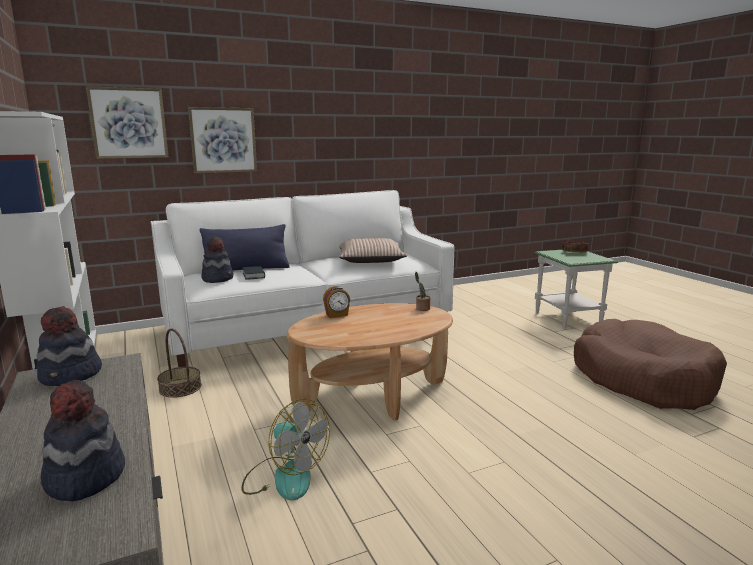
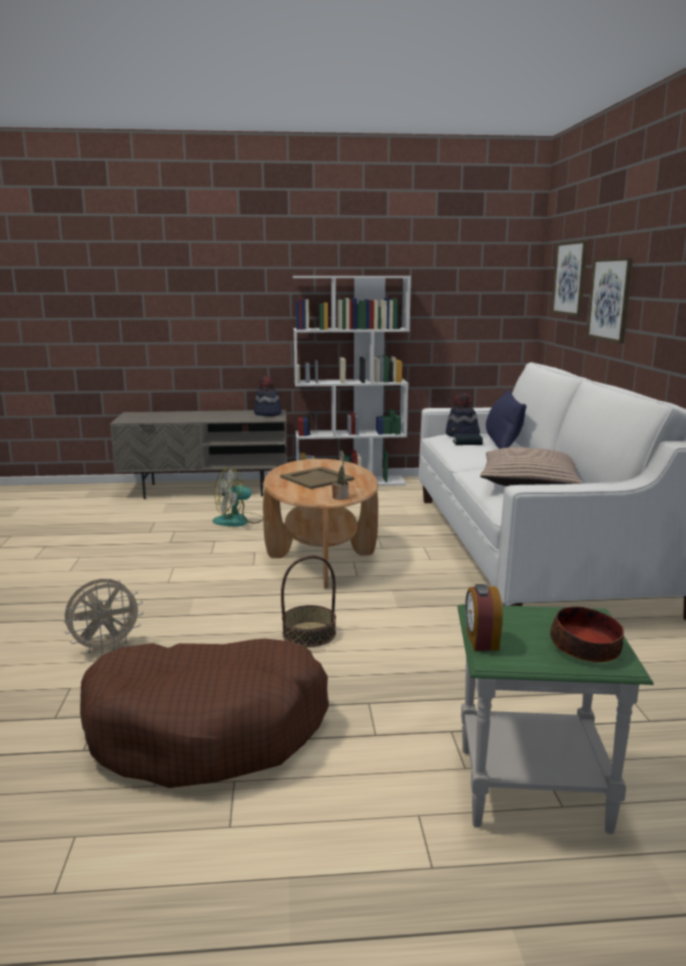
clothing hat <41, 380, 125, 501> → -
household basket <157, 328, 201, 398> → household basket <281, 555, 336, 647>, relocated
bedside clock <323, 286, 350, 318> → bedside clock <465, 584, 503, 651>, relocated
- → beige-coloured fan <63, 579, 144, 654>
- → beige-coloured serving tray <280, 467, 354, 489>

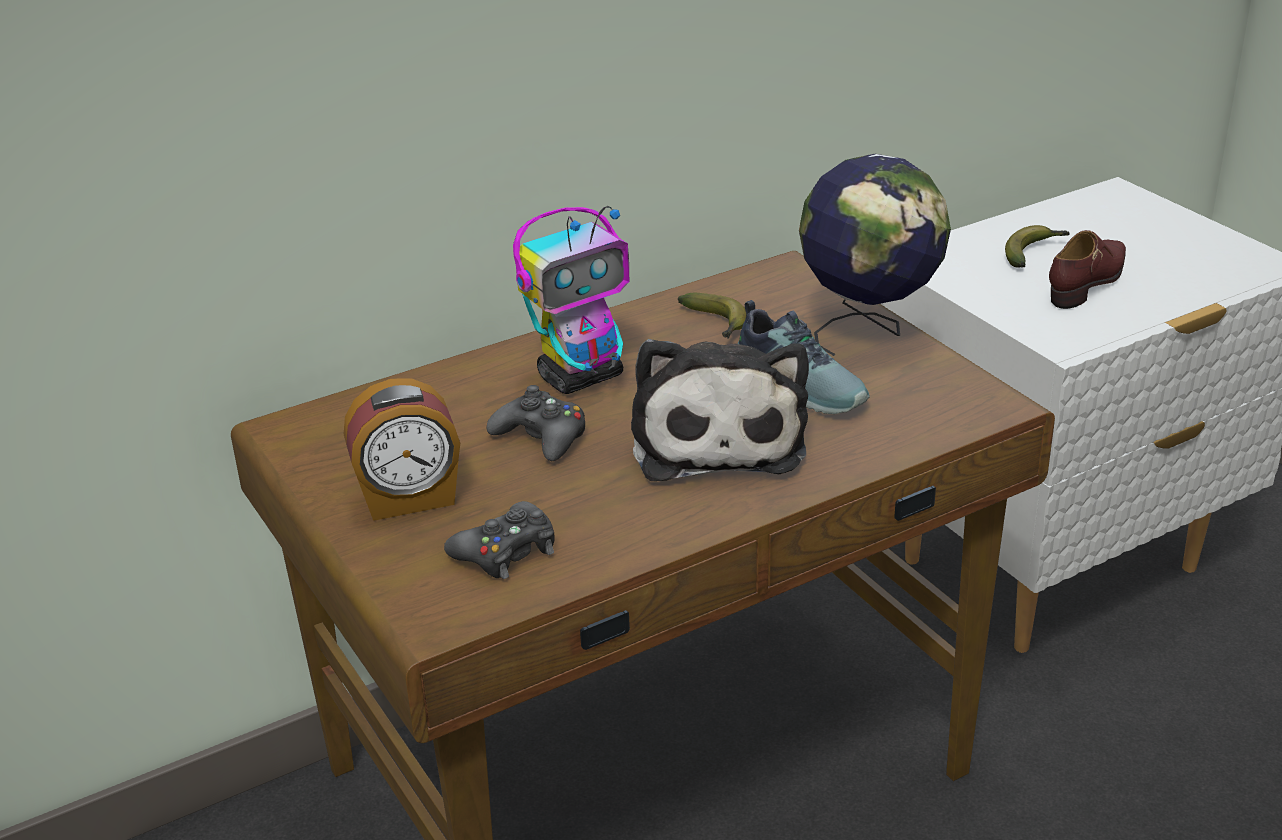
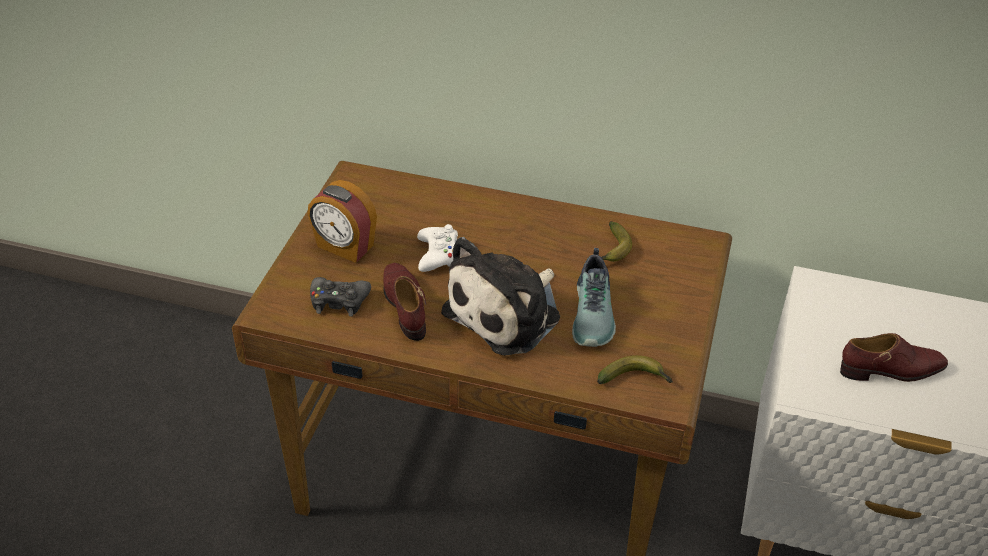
black gamepad <487, 385, 585, 461> → whitish gamepad <417, 224, 458, 272>
toy robot <513, 206, 629, 394> → -
world globe <799, 154, 951, 356> → -
whole banana <1005, 225, 1069, 268> → whole banana <597, 355, 673, 384>, relocated
- → brown-coloured shoe <383, 263, 427, 341>

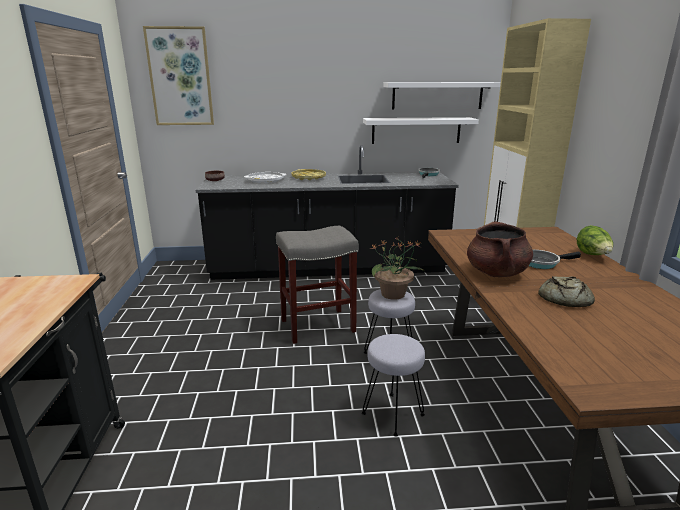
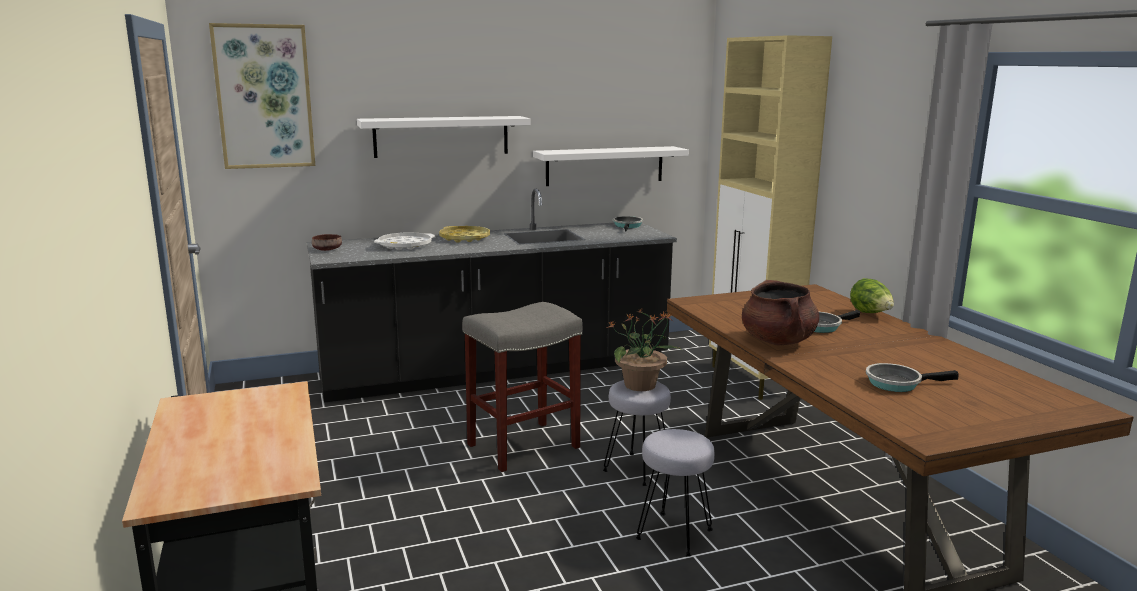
whitish shelf <383, 82, 501, 109> → whitish shelf <357, 116, 531, 158>, relocated
bakery bread <538, 276, 595, 307> → -
- → pan <866, 363, 959, 392>

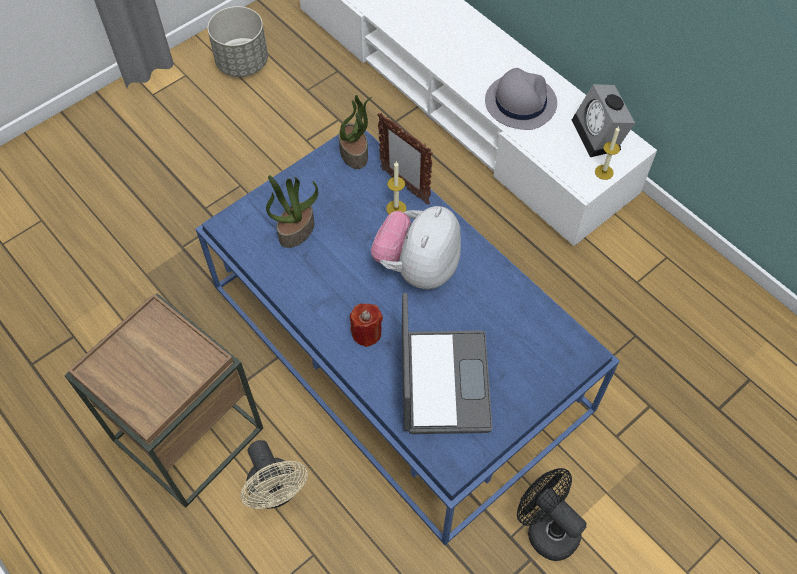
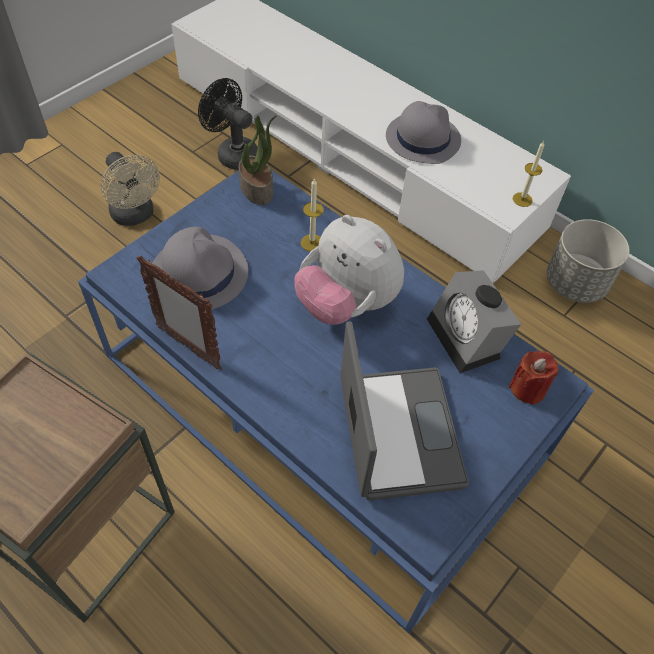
gray plant pot <208, 6, 268, 77> → gray plant pot <546, 219, 629, 303>, relocated
beige-coloured fan <241, 440, 308, 509> → beige-coloured fan <101, 152, 160, 226>, relocated
houseplant <266, 175, 318, 248> → gray clothing hat <152, 227, 248, 310>
red-coloured candle <350, 304, 383, 347> → red-coloured candle <509, 351, 559, 405>, relocated
soft toy <371, 206, 461, 289> → soft toy <294, 215, 404, 325>, 60 degrees counterclockwise
picture frame <377, 113, 433, 204> → picture frame <137, 256, 222, 370>, relocated
black fan <517, 468, 587, 561> → black fan <198, 78, 257, 170>, relocated
bedside clock <572, 84, 635, 157> → bedside clock <427, 270, 521, 373>, relocated

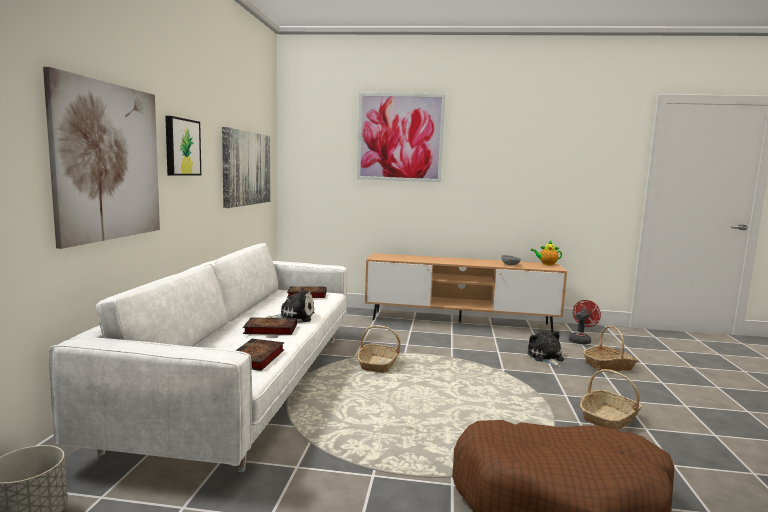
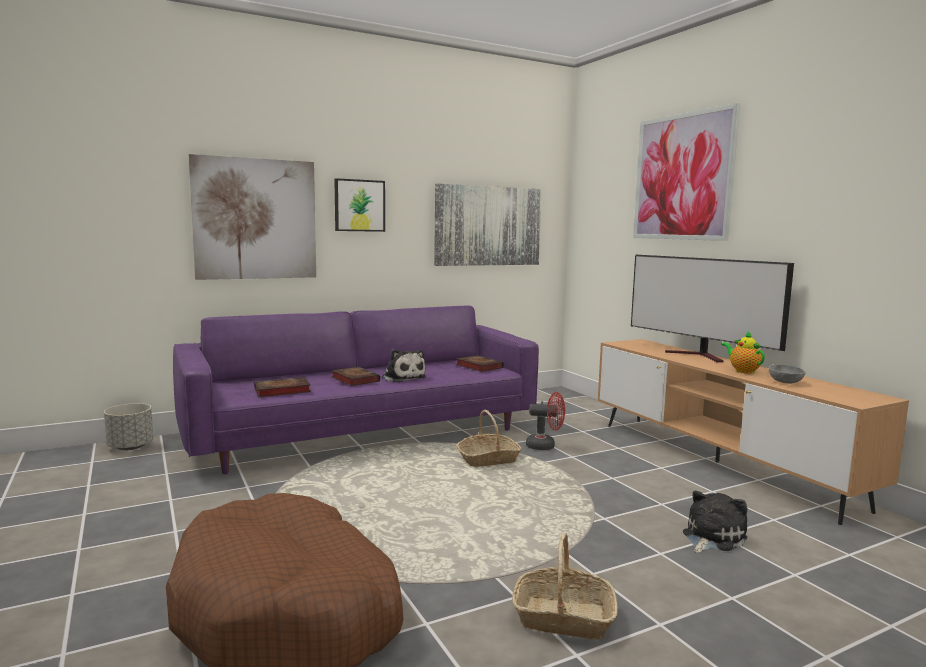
whitish settee <49, 243, 347, 473> → purple settee <173, 305, 539, 474>
pot for tea <531, 240, 562, 266> → pot for tea <721, 331, 765, 374>, relocated
red-coloured fan <569, 300, 601, 345> → red-coloured fan <526, 392, 565, 450>, relocated
household basket <583, 326, 639, 371> → -
- → television <631, 255, 794, 362>

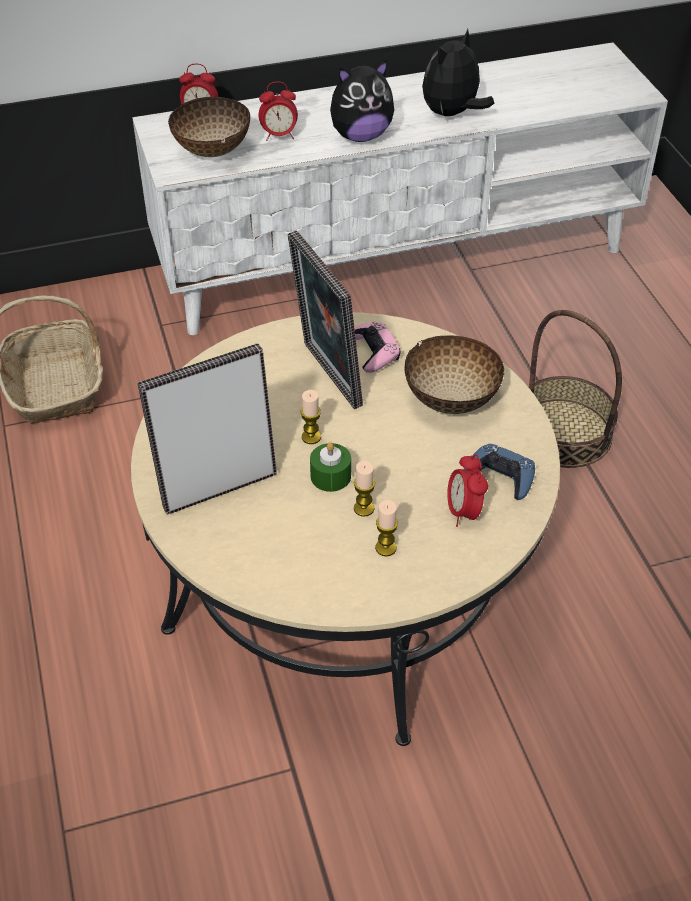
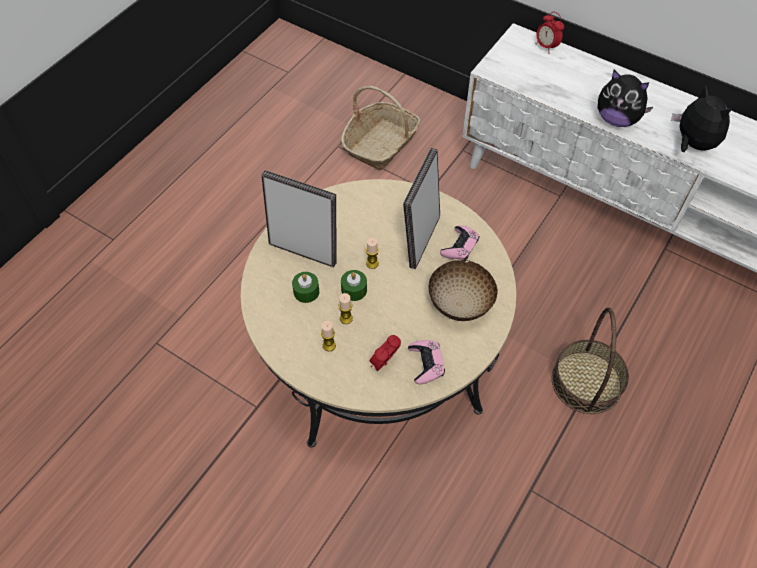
serving bowl <168, 97, 250, 157> → -
bedside clock <259, 82, 298, 141> → -
soft toy <422, 29, 494, 116> → soft toy <671, 86, 732, 152>, 60 degrees clockwise
blue gamepad <464, 444, 535, 500> → pink gamepad <408, 340, 445, 384>
- → green candle <292, 272, 319, 303>

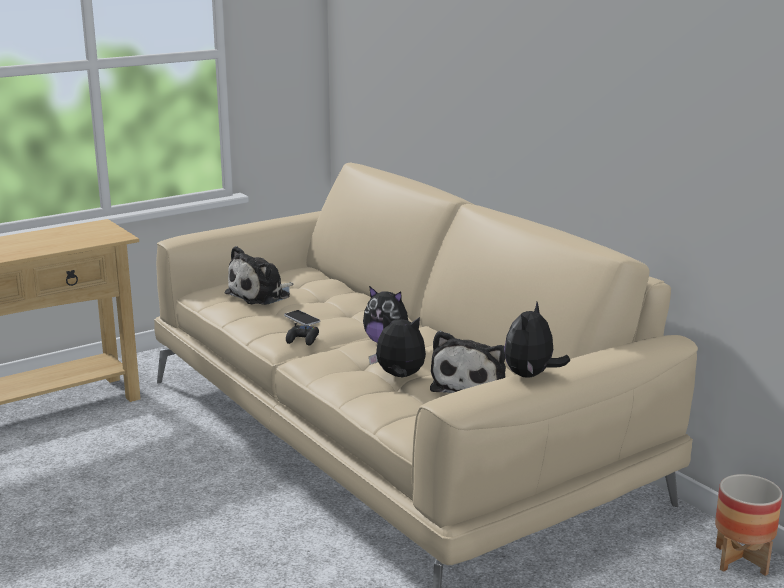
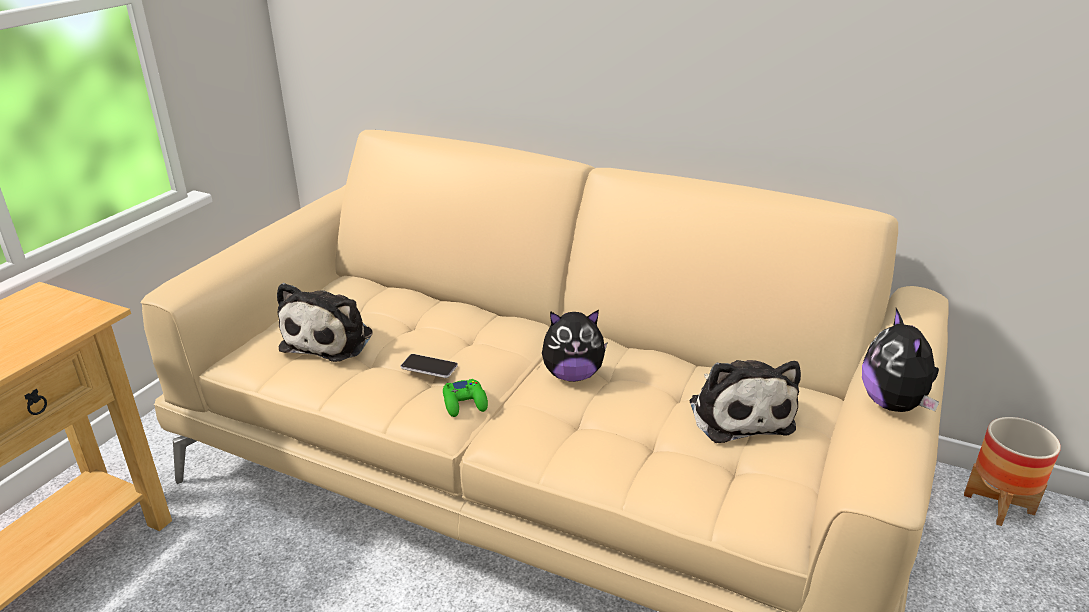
black gamepad <286, 323, 319, 346> → green gamepad <443, 379, 488, 417>
soft toy <369, 314, 426, 378> → -

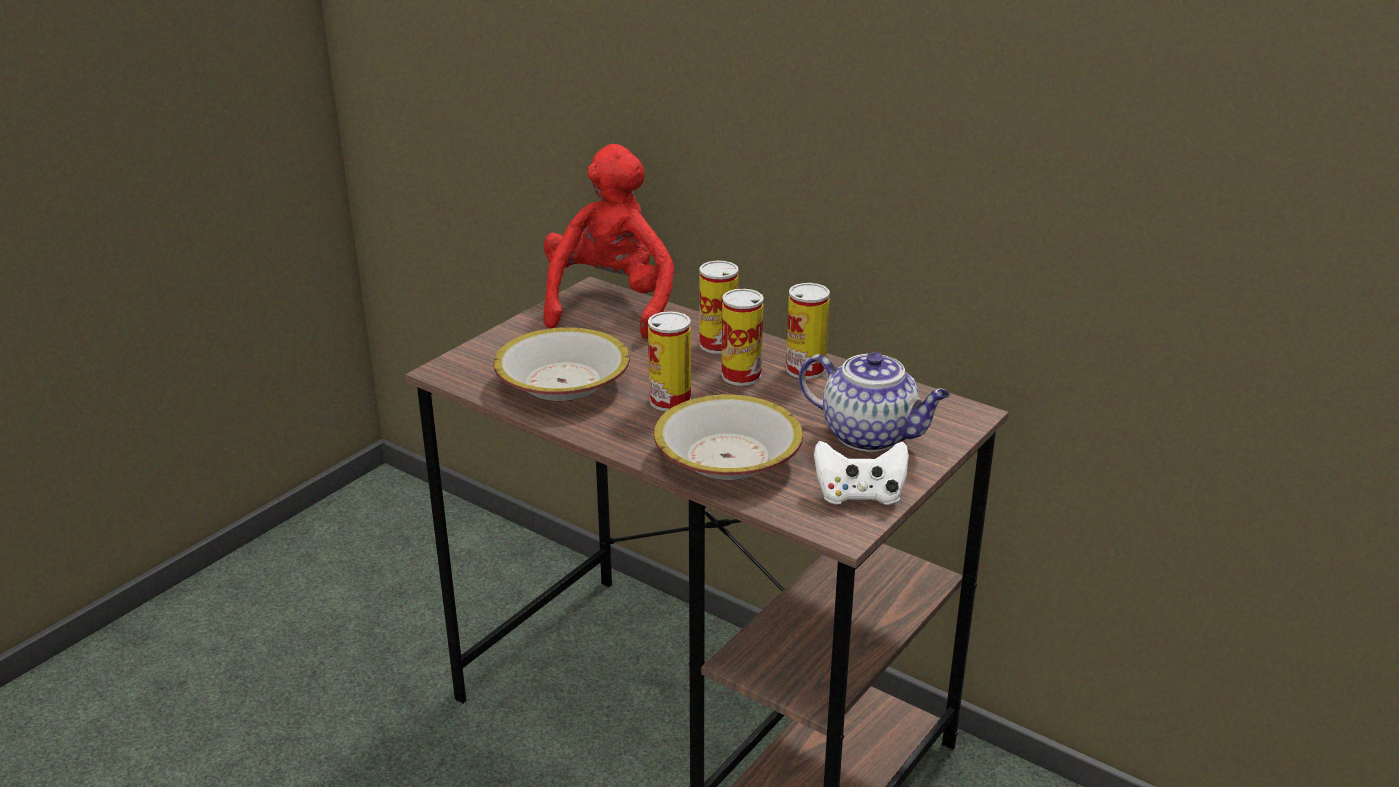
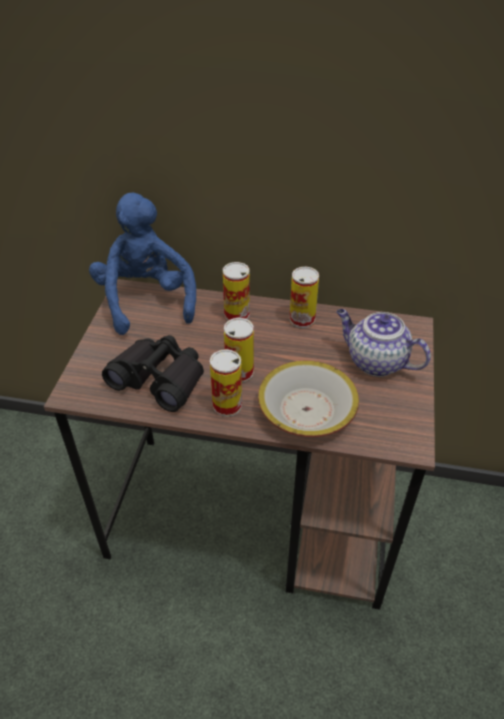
serving bowl <493, 327, 630, 401> → black pair of binoculars <102, 335, 204, 412>
red-coloured soft toy <543, 144, 674, 339> → blue soft toy <89, 193, 196, 335>
can <722, 289, 764, 386> → can <210, 349, 242, 417>, relocated
pot for tea <799, 352, 950, 452> → pot for tea <336, 309, 431, 377>, 150 degrees counterclockwise
whitish gamepad <814, 441, 909, 505> → -

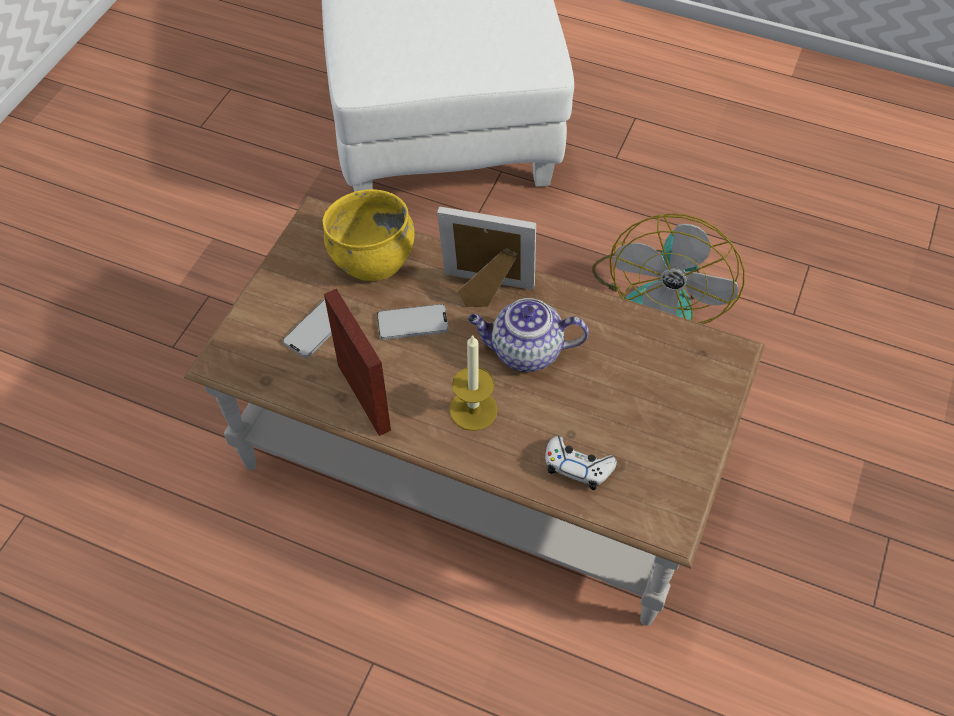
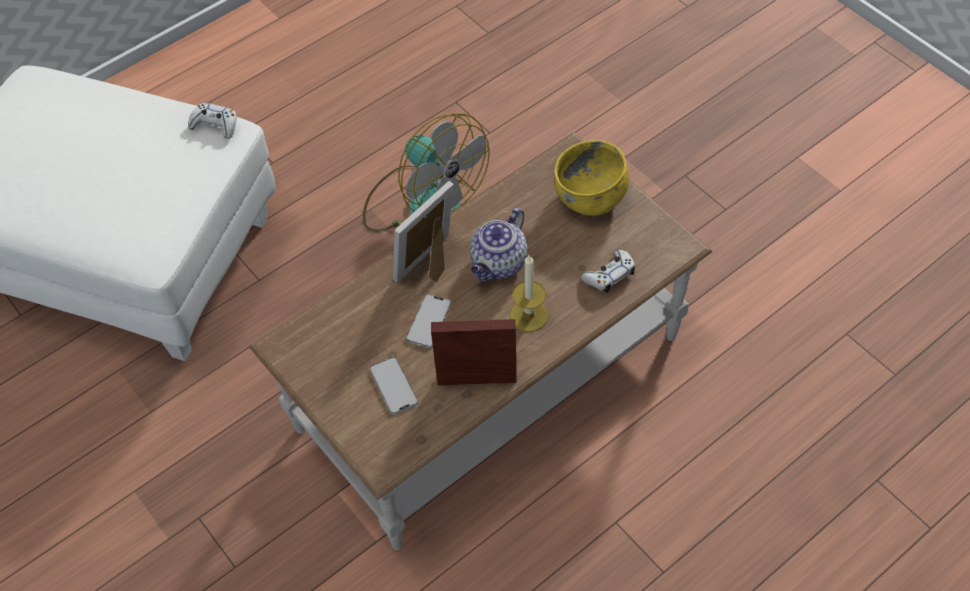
yellow-coloured serving bowl <322, 189, 415, 281> → yellow-coloured serving bowl <555, 140, 629, 216>, relocated
- → whitish gamepad <188, 103, 237, 139>

